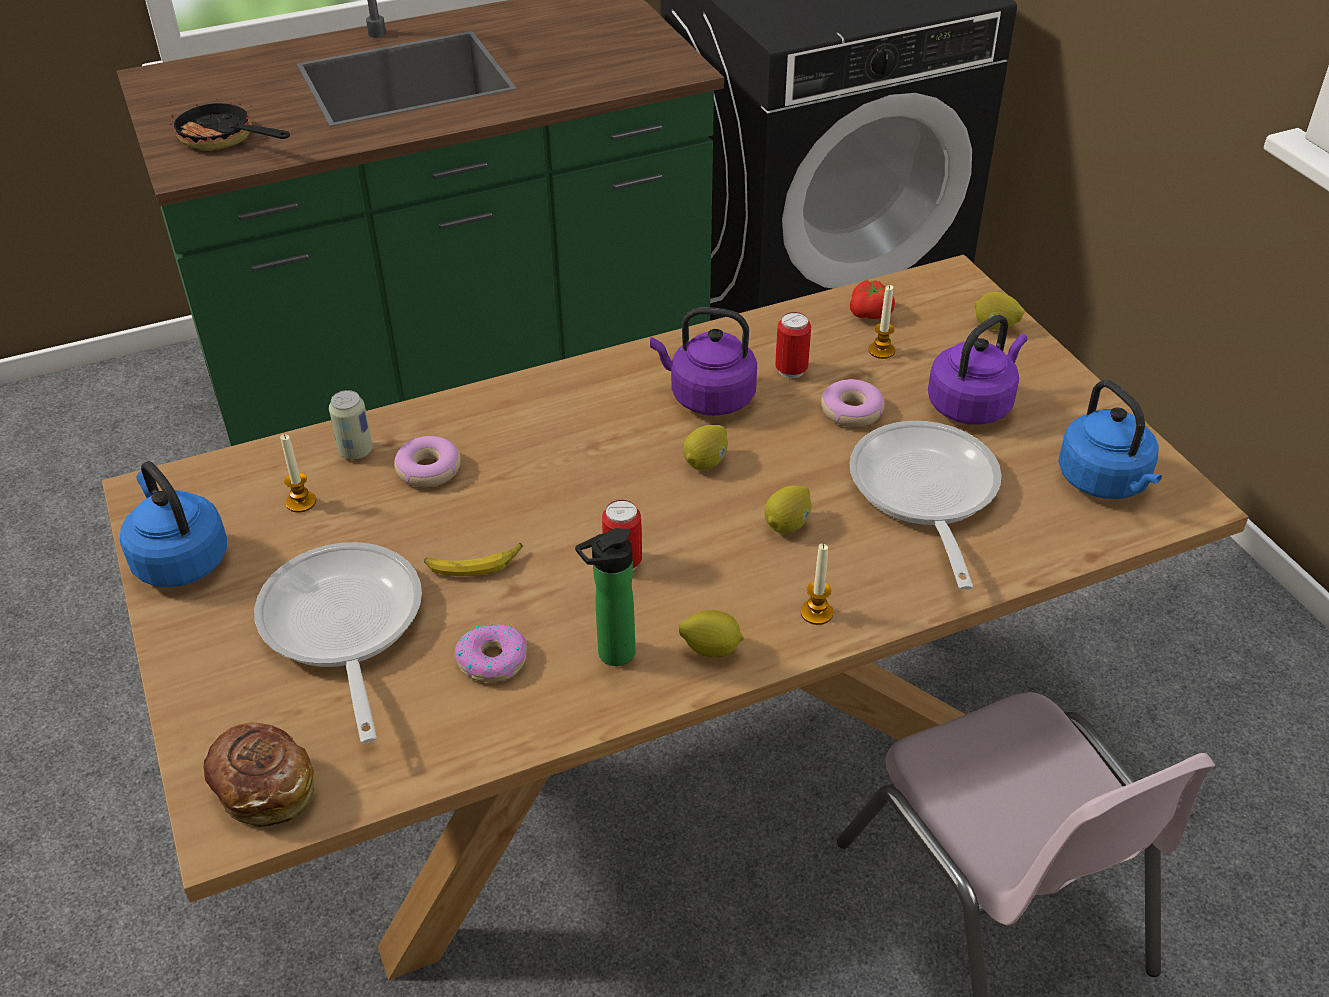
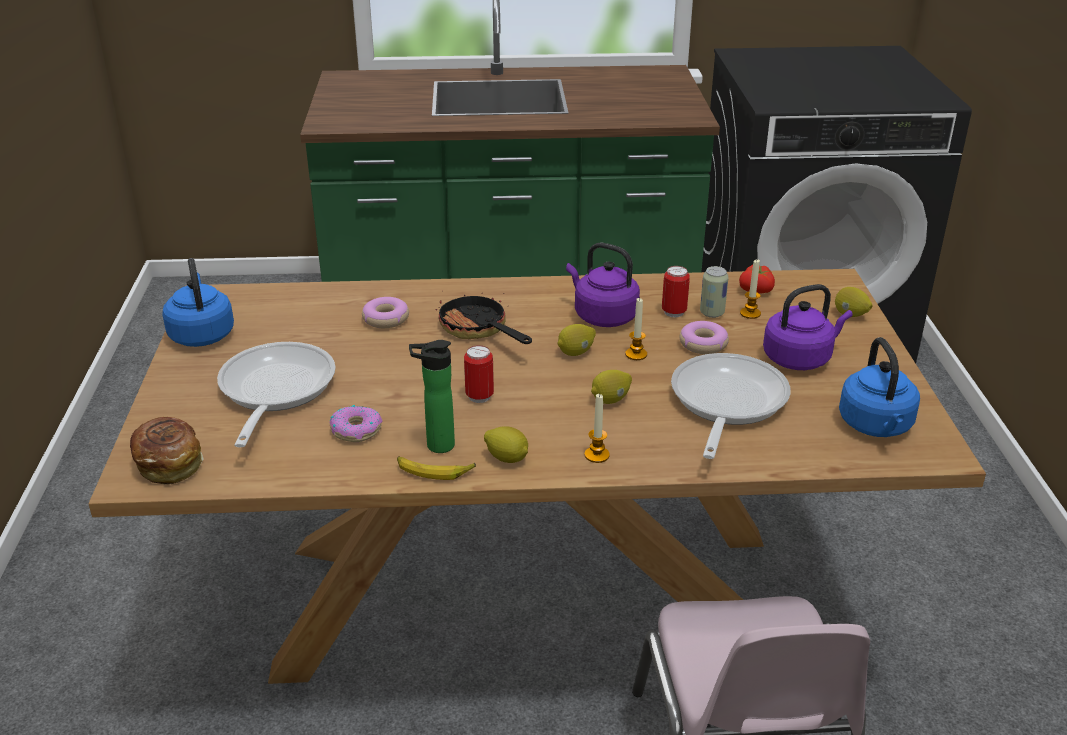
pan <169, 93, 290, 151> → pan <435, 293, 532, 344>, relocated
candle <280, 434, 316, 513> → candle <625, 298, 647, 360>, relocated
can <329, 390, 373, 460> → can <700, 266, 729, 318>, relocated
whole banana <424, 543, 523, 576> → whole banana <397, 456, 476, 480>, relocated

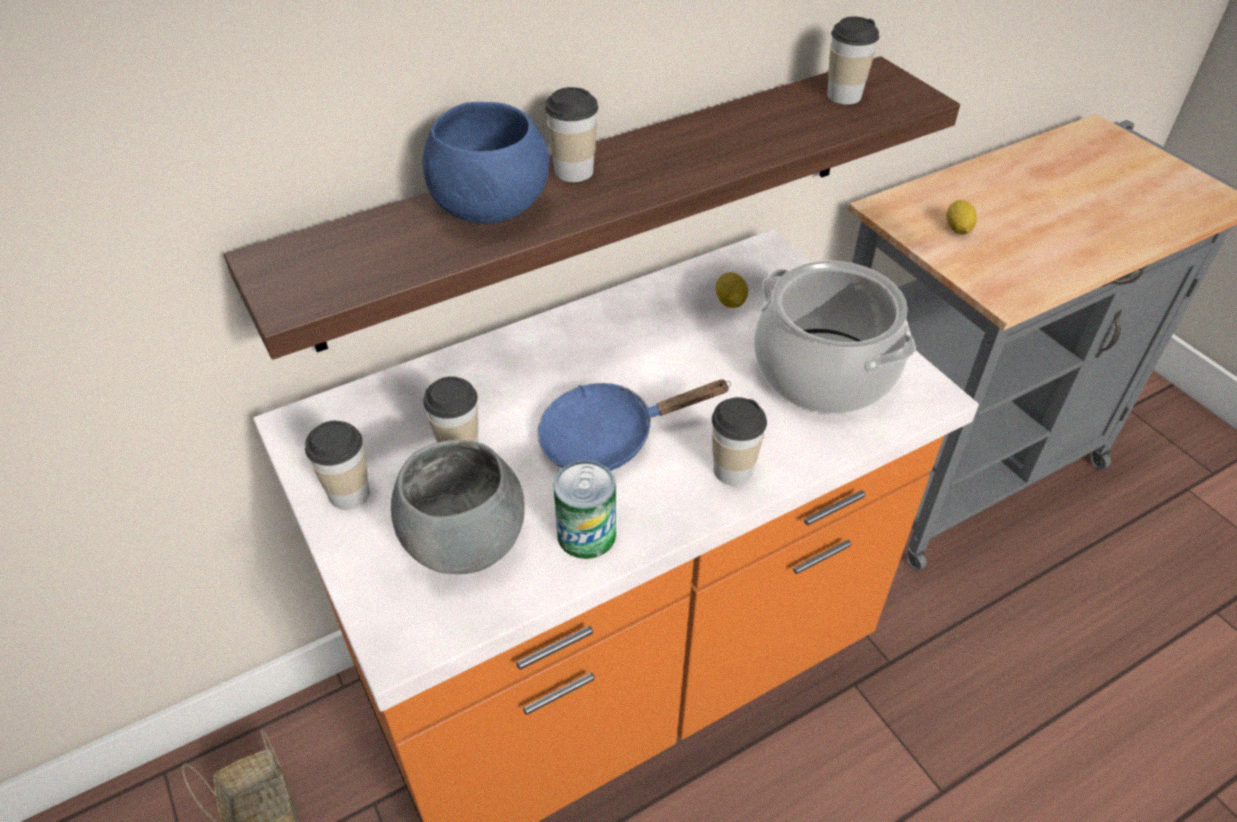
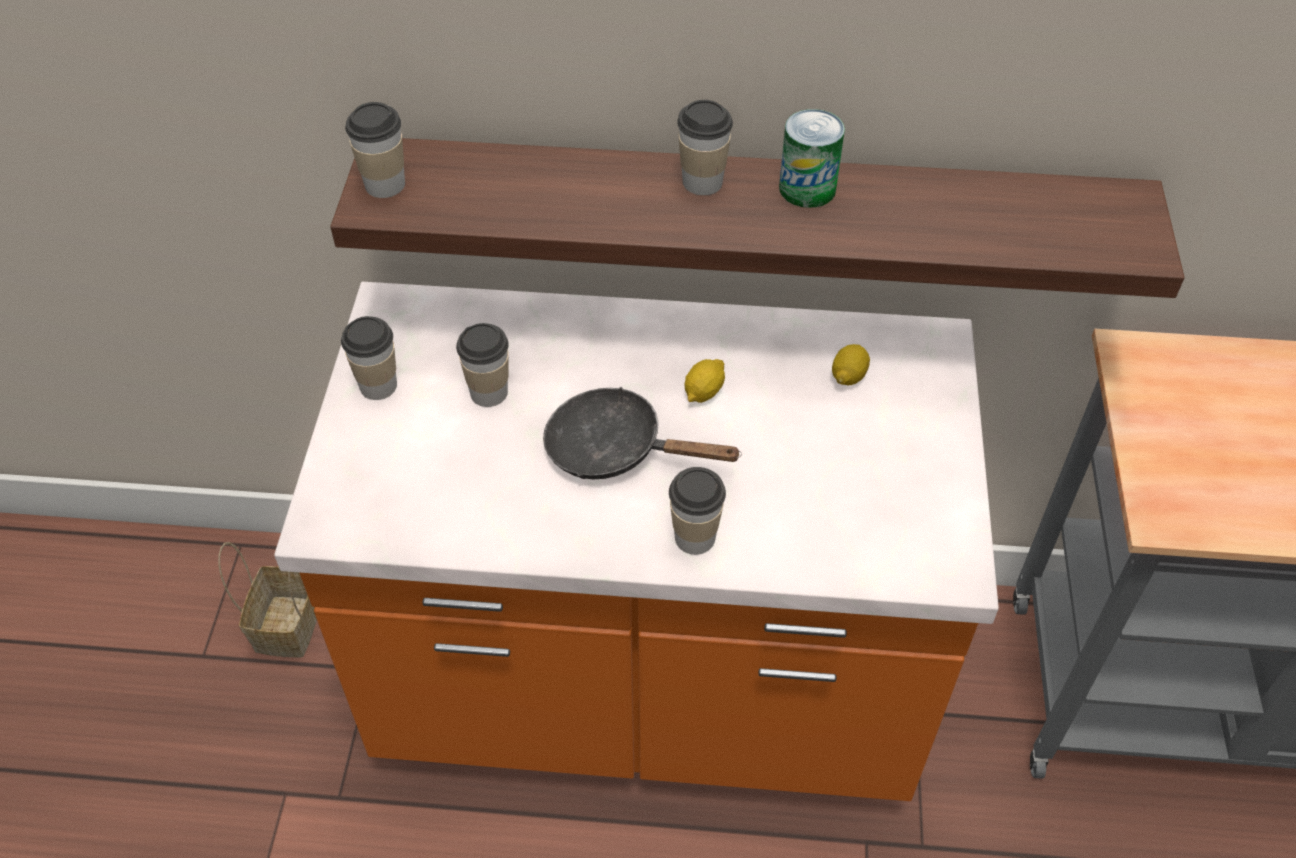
gray serving bowl <391, 440, 525, 574> → -
blue serving bowl <422, 102, 550, 223> → -
blue pan <537, 380, 731, 471> → black pan <543, 387, 742, 479>
can <553, 461, 616, 559> → can <779, 109, 845, 208>, relocated
stockpot <754, 260, 916, 414> → -
small cup <827, 16, 879, 104> → small cup <345, 102, 405, 198>, relocated
whole lemon <946, 200, 977, 235> → whole lemon <685, 359, 725, 403>, relocated

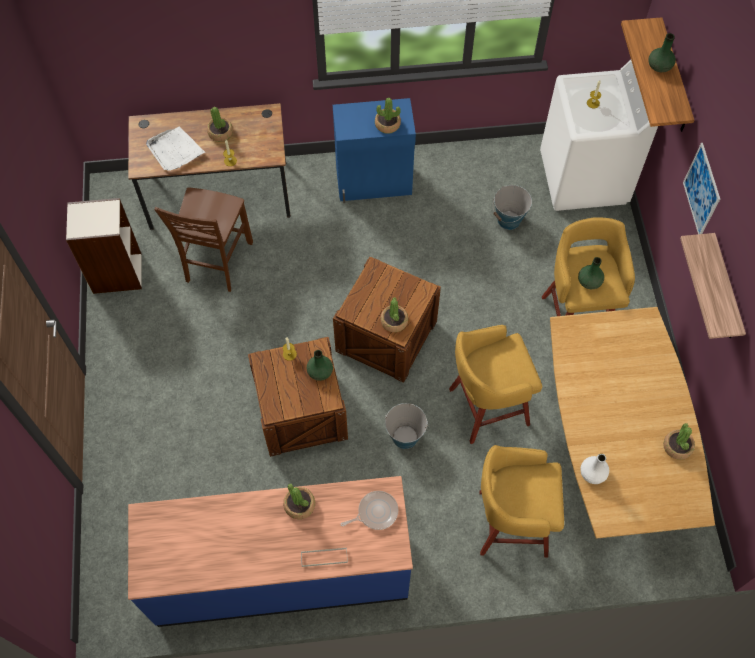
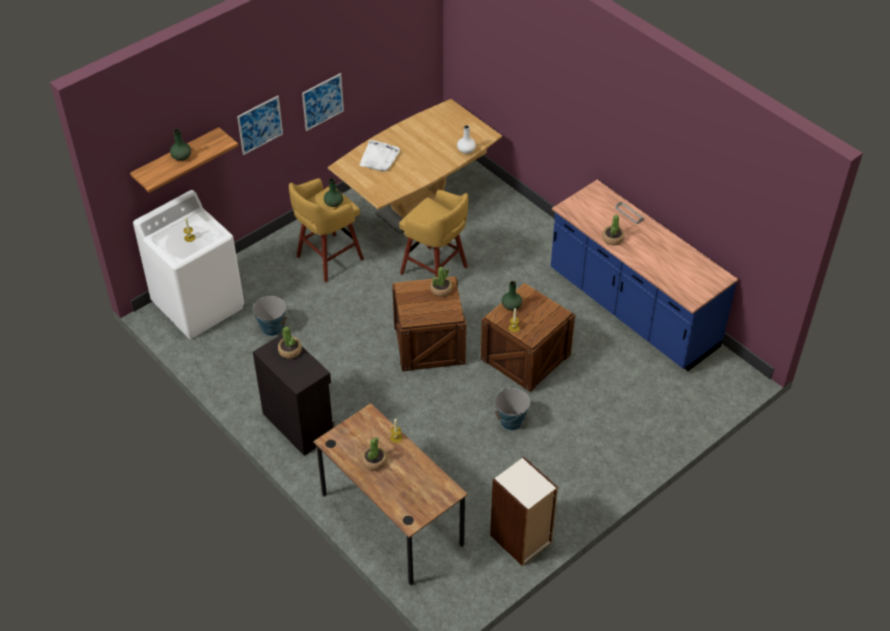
whitish serving tray <146, 127, 205, 171> → whitish serving tray <359, 140, 400, 172>, relocated
brown-coloured plain chair <154, 188, 253, 292> → -
blue storage cabinet <333, 98, 416, 203> → black storage cabinet <253, 334, 335, 456>
pan <341, 491, 398, 530> → -
water bucket <385, 403, 428, 449> → water bucket <495, 388, 530, 430>, relocated
yellow-coloured sitting stool <479, 445, 564, 557> → -
houseplant <663, 423, 695, 460> → -
shelf <680, 233, 746, 339> → wall art <302, 73, 344, 131>

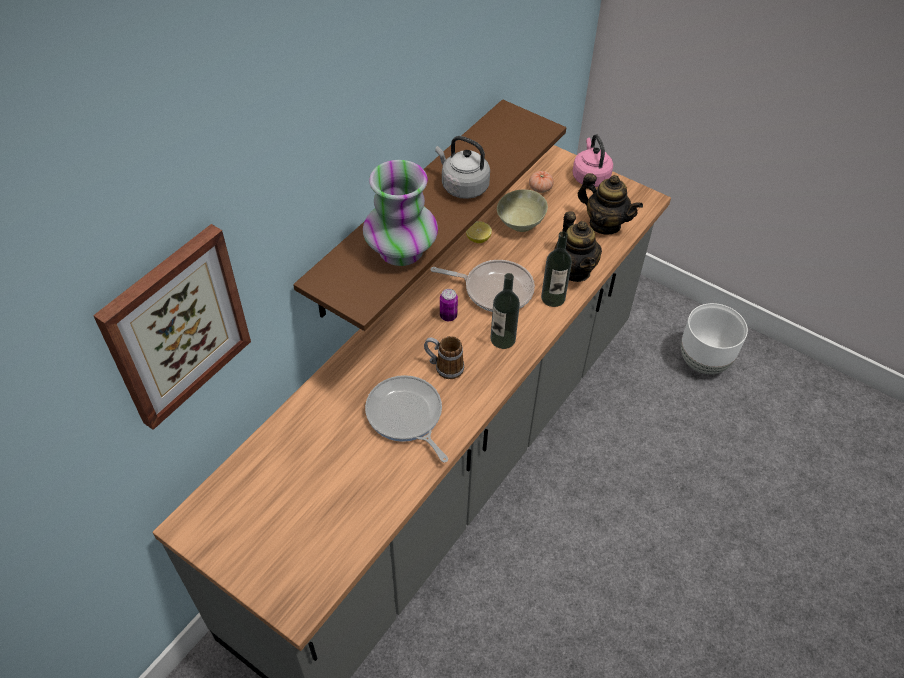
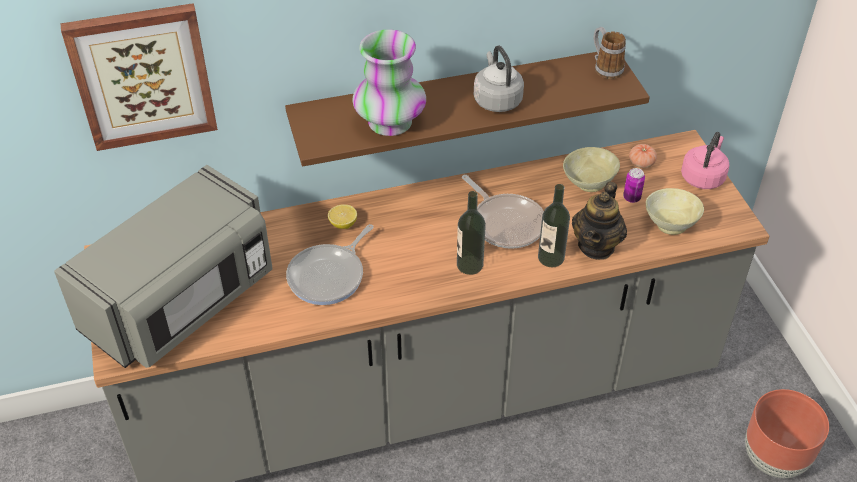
pan <365, 375, 448, 463> → pan <286, 224, 374, 305>, 150 degrees counterclockwise
mug <424, 336, 464, 379> → mug <594, 27, 626, 79>, relocated
can <440, 289, 458, 321> → can <623, 168, 645, 203>, relocated
whole lemon <466, 221, 492, 243> → whole lemon <328, 204, 357, 229>, relocated
pot for tea <578, 173, 643, 234> → beige-coloured serving bowl <646, 188, 704, 235>
whitish plant pot <681, 303, 748, 374> → brown-coloured plant pot <745, 389, 829, 478>
- → gray microwave oven <54, 165, 273, 368>

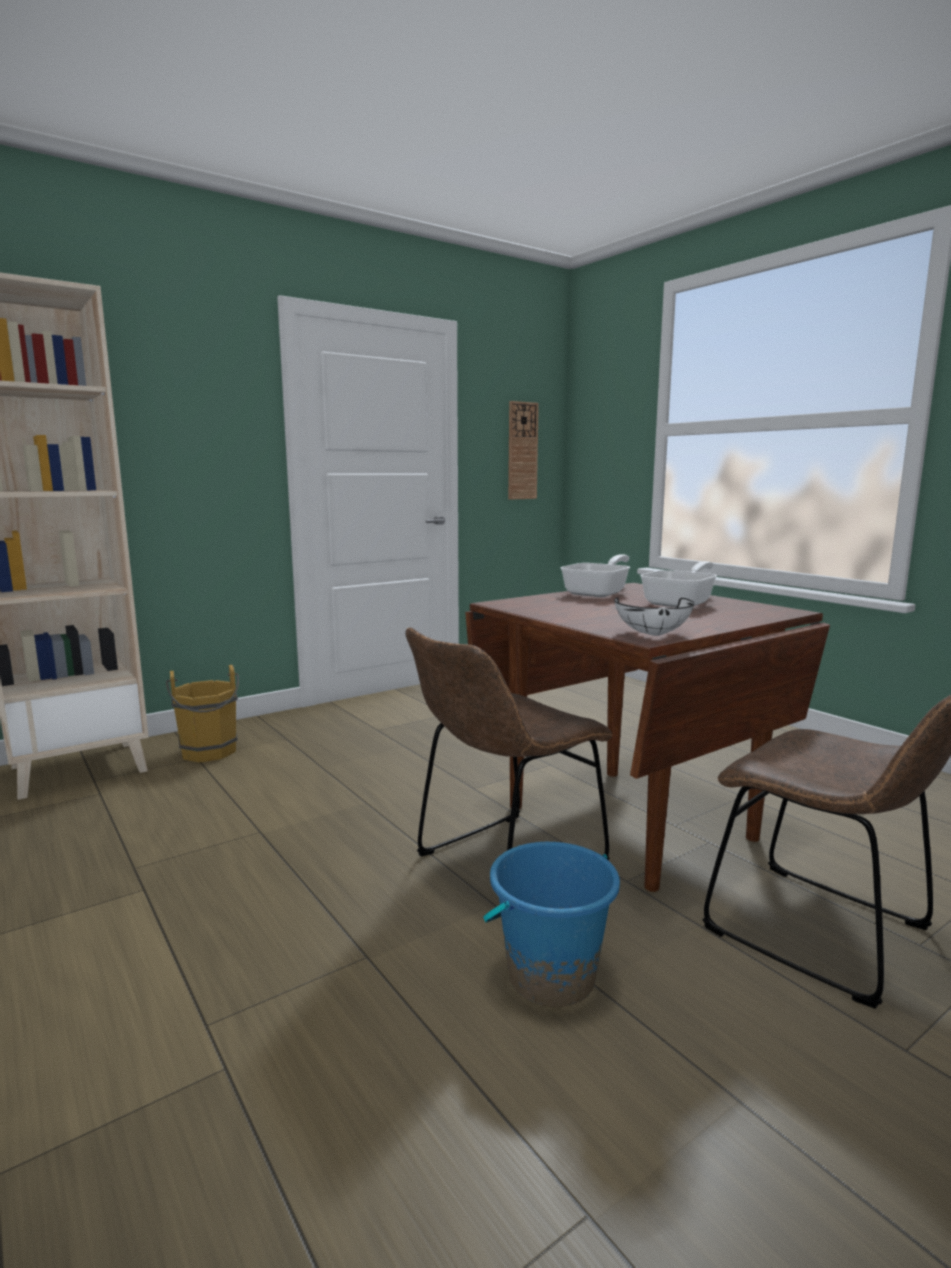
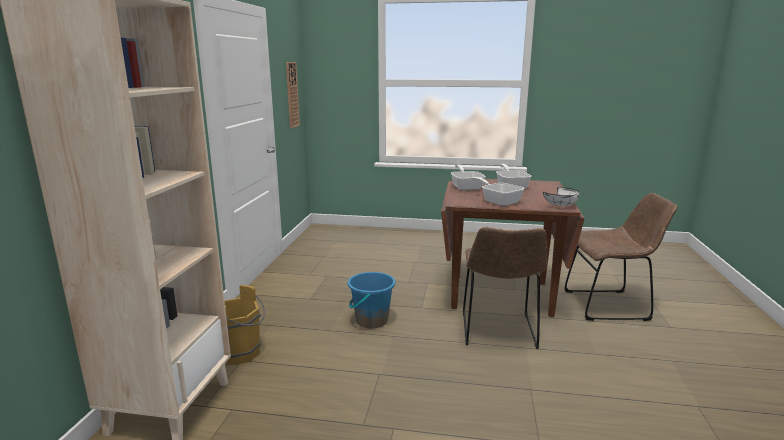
blue water bucket <483, 842, 620, 1007> → blue water bucket <348, 272, 395, 328>, relocated
- → pan <470, 177, 524, 206>

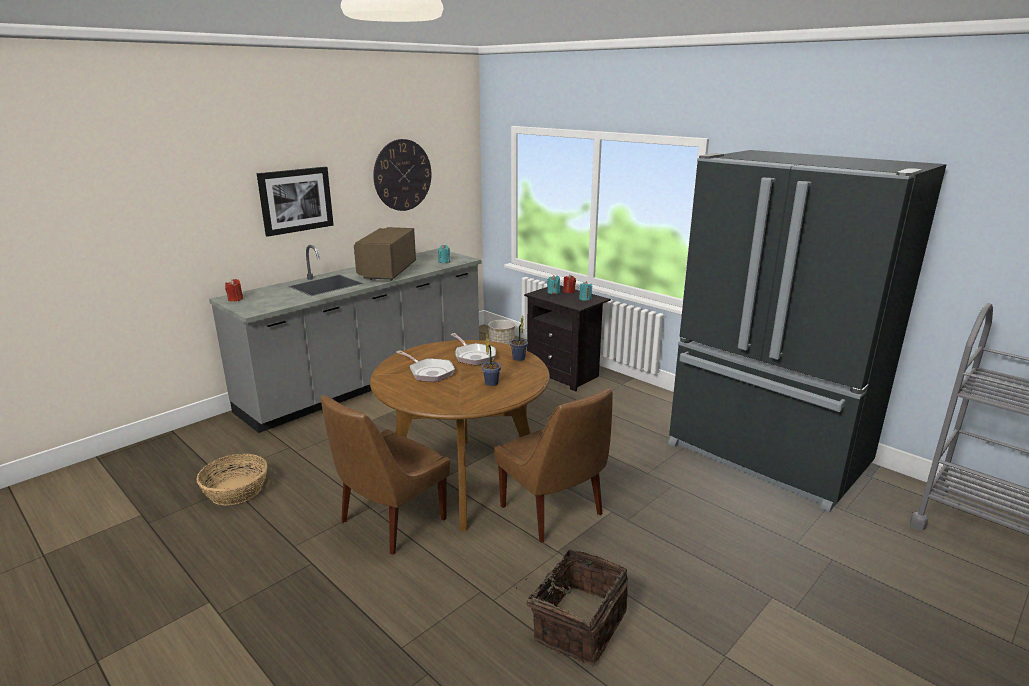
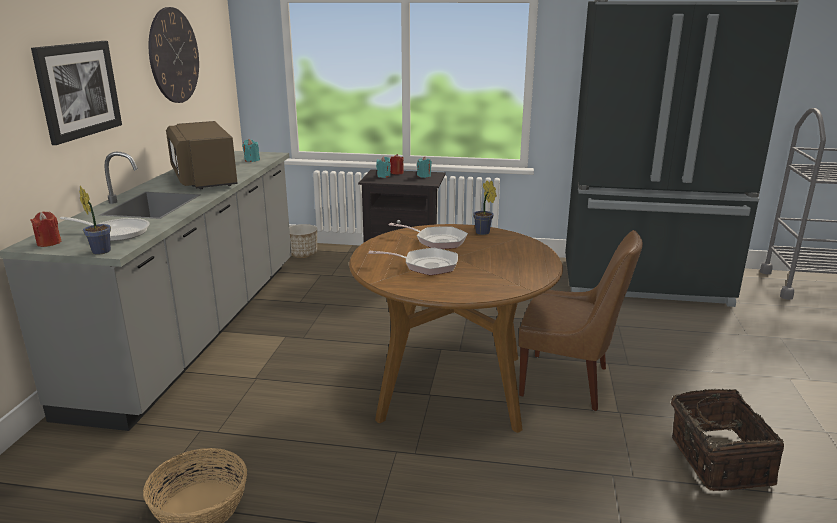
brown-coloured plain chair <321, 395, 450, 555> → -
houseplant <482, 334, 501, 386> → houseplant <79, 186, 111, 255>, relocated
- → pan <60, 217, 150, 241>

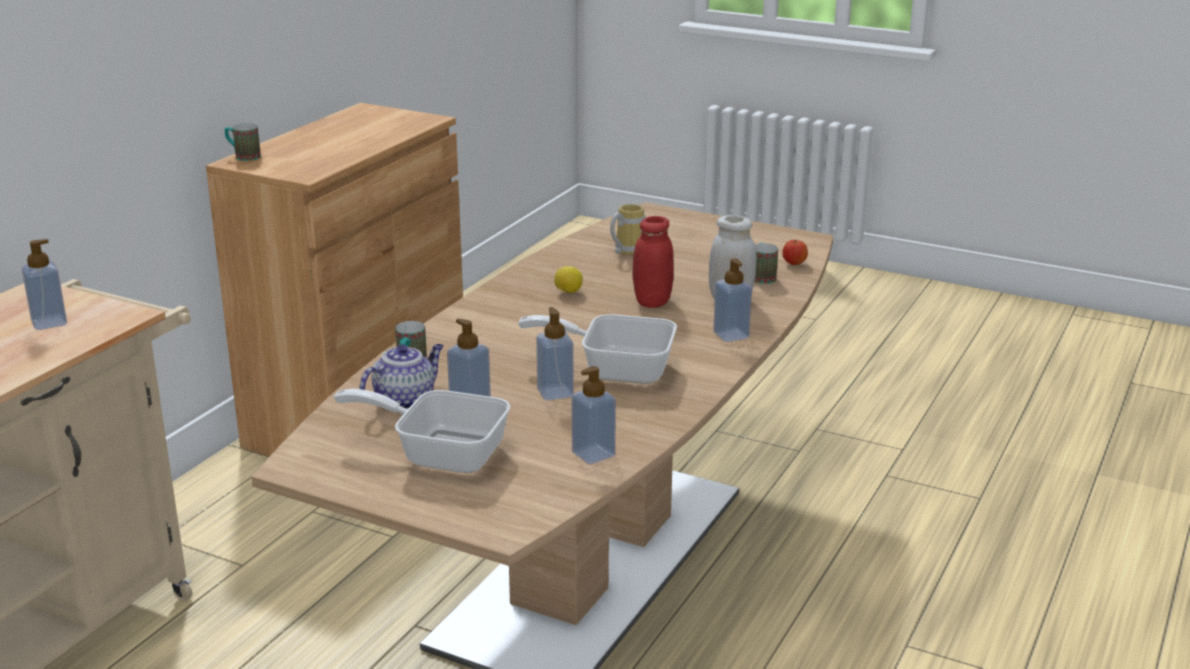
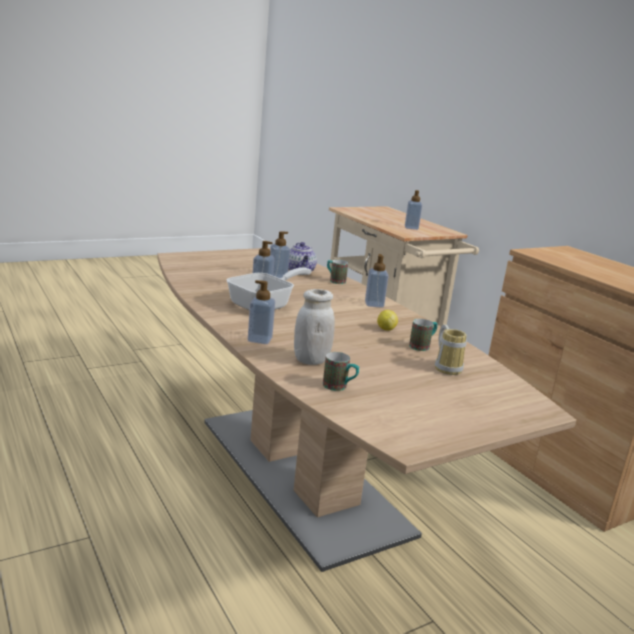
mug <225, 123, 261, 161> → mug <409, 319, 438, 351>, relocated
pan <334, 389, 511, 473> → -
soap bottle <571, 366, 616, 464> → soap bottle <365, 254, 389, 308>, relocated
red-coloured storage jar <632, 216, 674, 308> → -
apple fruit <782, 240, 808, 265> → -

